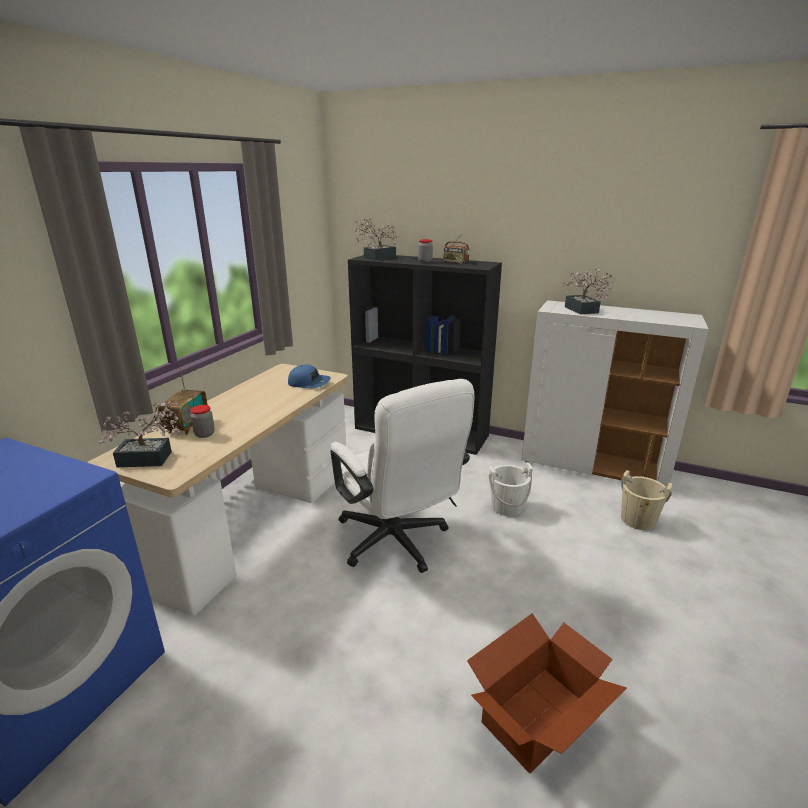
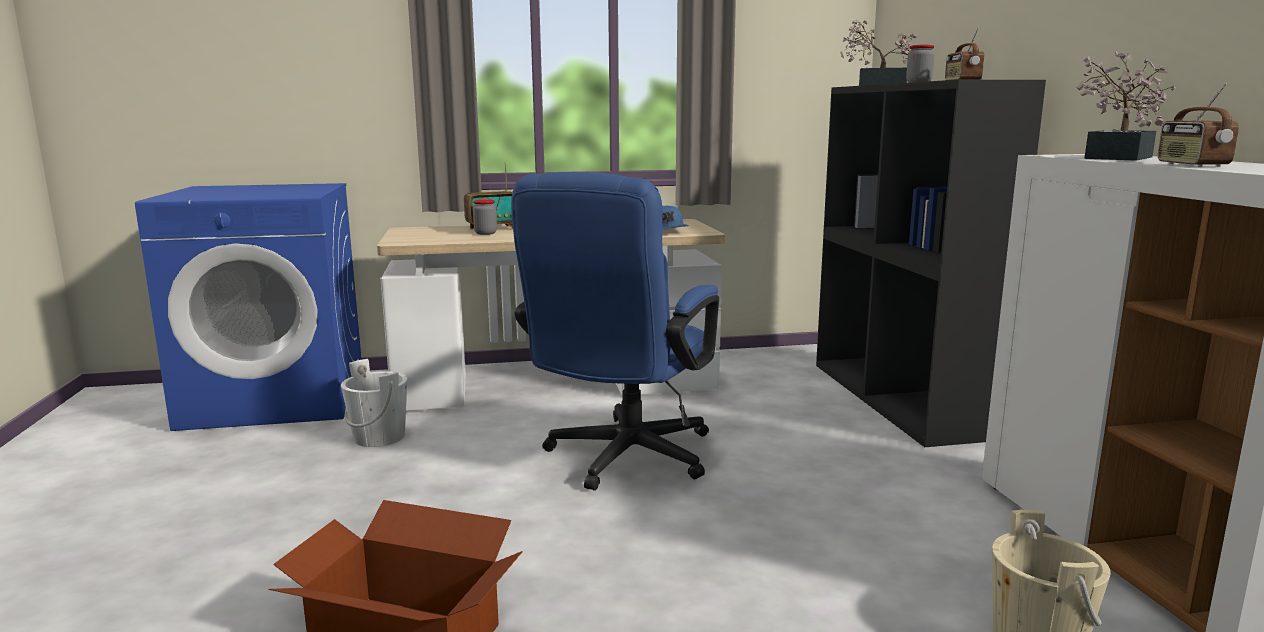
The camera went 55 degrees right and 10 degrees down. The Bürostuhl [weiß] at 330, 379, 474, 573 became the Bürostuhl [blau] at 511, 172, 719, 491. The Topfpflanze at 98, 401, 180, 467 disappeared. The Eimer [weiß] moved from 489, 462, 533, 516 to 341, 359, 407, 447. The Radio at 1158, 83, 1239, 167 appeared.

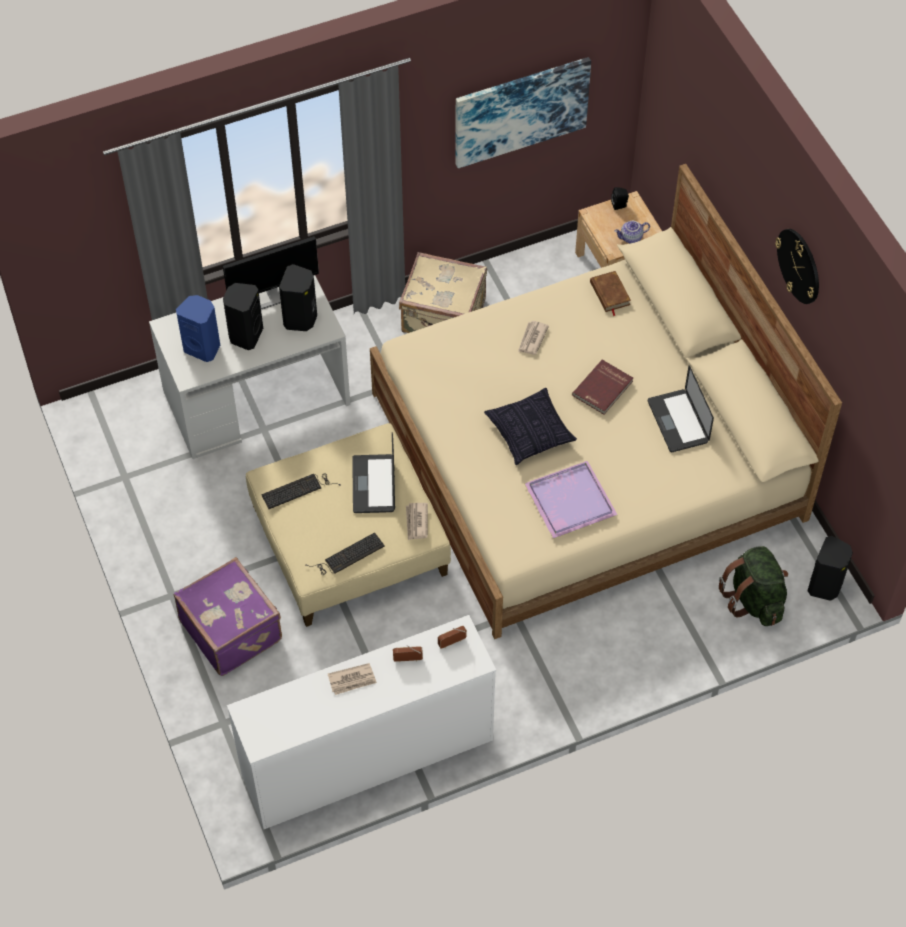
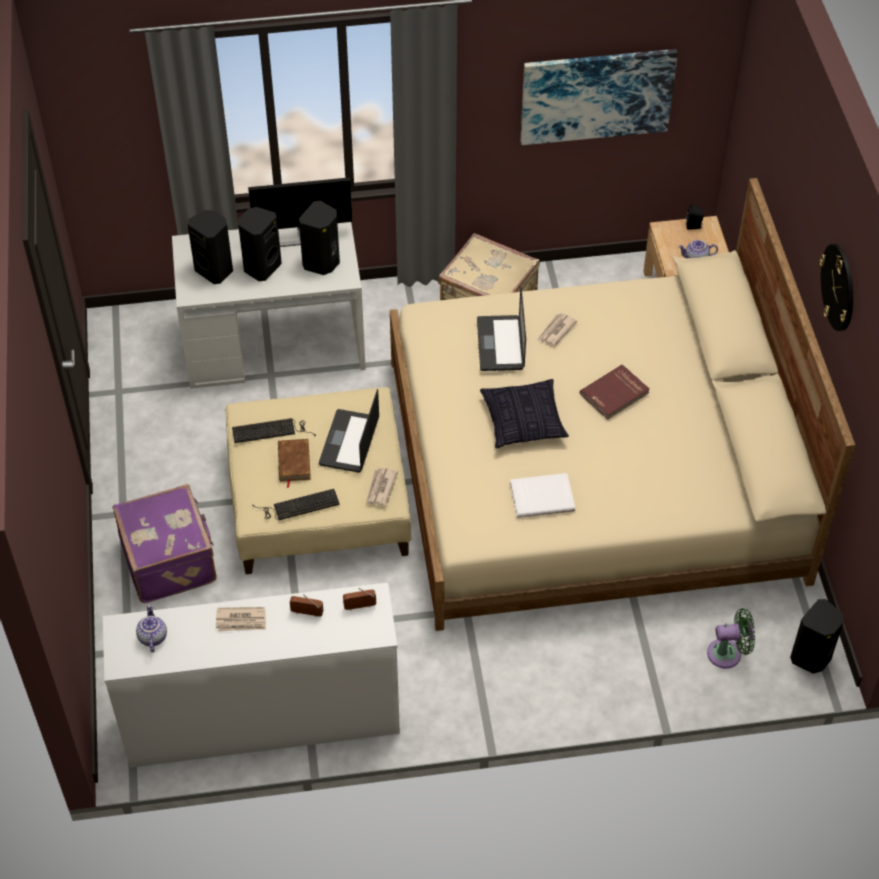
The camera went 15 degrees right and 5 degrees down. The Buch [braun] moved from 590, 271, 631, 316 to 278, 439, 311, 488. The Lautsprecher [blau] at 176, 295, 220, 362 became the Lautsprecher [schwarz] at 187, 210, 233, 284. The Laptop moved from 648, 366, 714, 452 to 477, 287, 526, 371. The Tablett [lila] at 524, 461, 617, 539 was replaced by the Buch [weiß] at 510, 473, 575, 518. The Rucksack [grün] at 719, 546, 788, 626 was replaced by the Ventilator [grün] at 707, 608, 755, 669. The Teekanne at 136, 604, 167, 653 appeared.

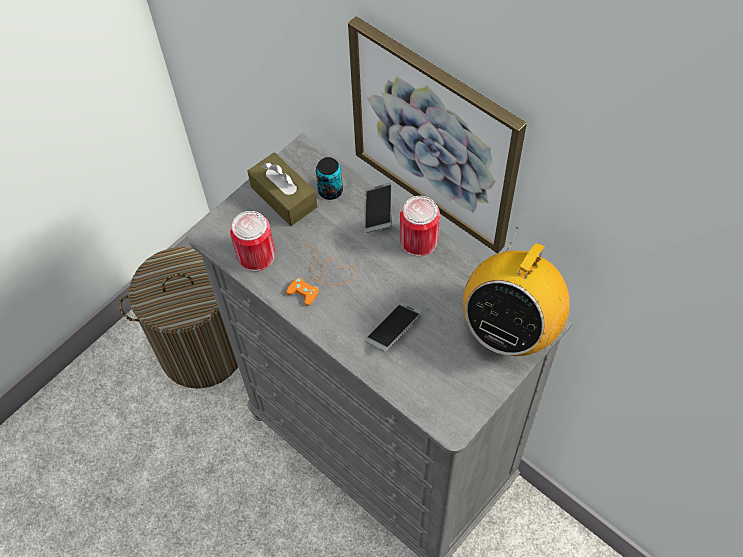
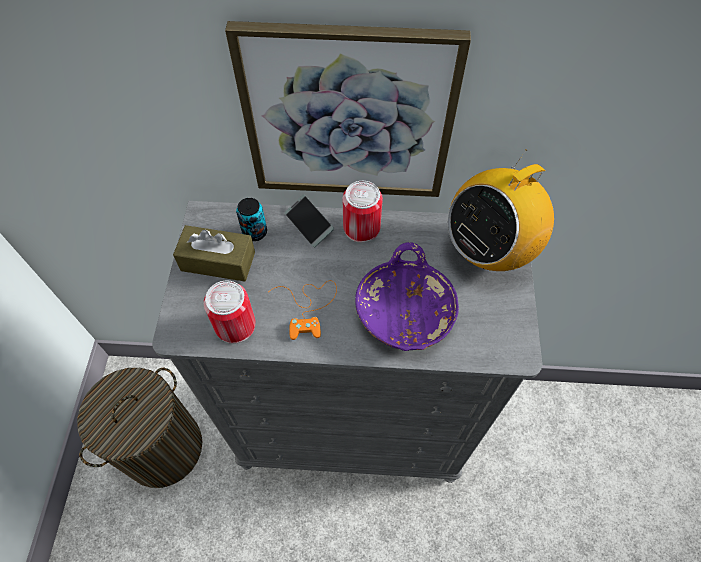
The camera went 40 degrees left and 0 degrees up. The Radio at 463, 227, 570, 356 turned 60 degrees clockwise. The Handy at 365, 303, 422, 352 was replaced by the Schüssel [lila] at 355, 242, 459, 351.

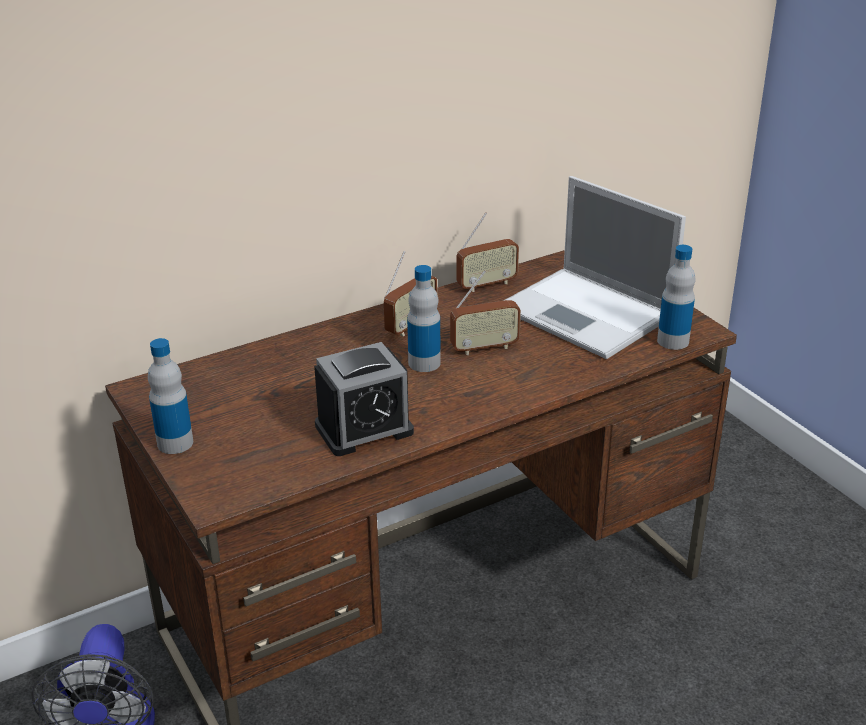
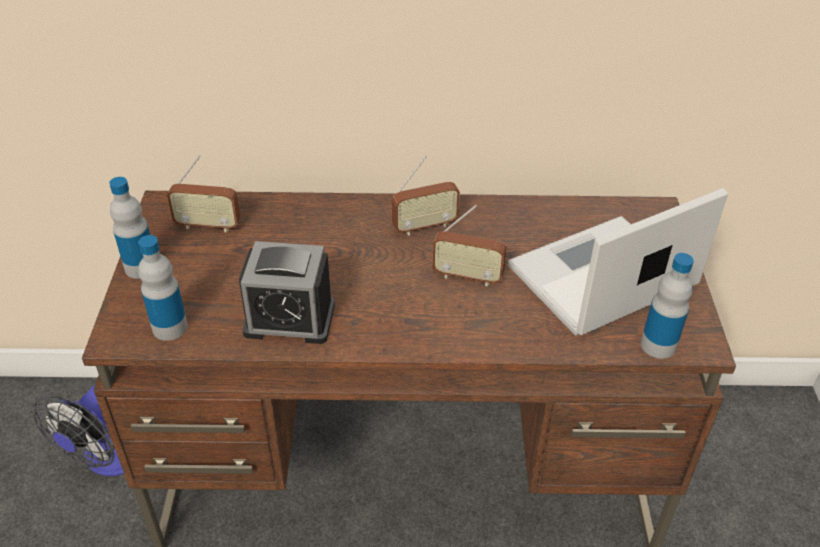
The camera went 30 degrees right and 10 degrees up. The Laptop at 503, 176, 686, 359 turned 75 degrees clockwise. The Radio moved from 457, 212, 519, 292 to 167, 155, 241, 232. The Flasche moved from 407, 265, 441, 372 to 138, 235, 188, 341.

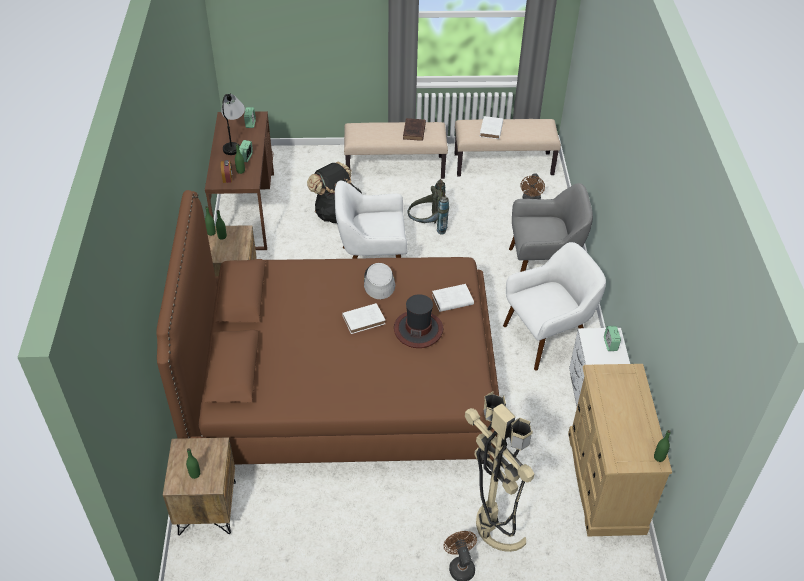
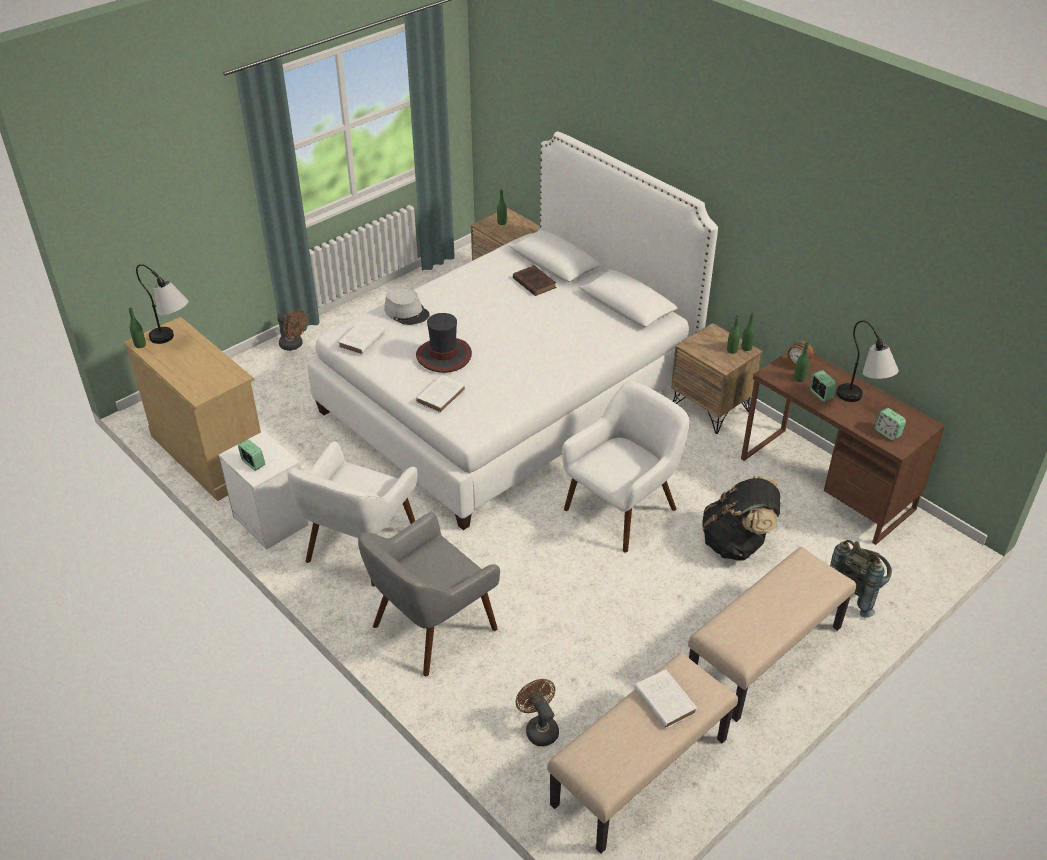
The camera went 140 degrees right and 5 degrees down. The Buch [braun] moved from 403, 118, 426, 141 to 513, 265, 556, 296. The Rucksack [grau] moved from 408, 179, 449, 234 to 830, 540, 892, 618. The Bett [braun] at 156, 190, 499, 465 became the Bett [weiß] at 307, 132, 718, 530. The Hut [grau] moved from 364, 263, 395, 299 to 384, 287, 430, 325. The Buch [weiß] moved from 342, 303, 385, 334 to 338, 321, 385, 355. The Stehlampe [beige] at 465, 391, 534, 552 disappeared. The Tischlampe at 136, 264, 189, 344 appeared.

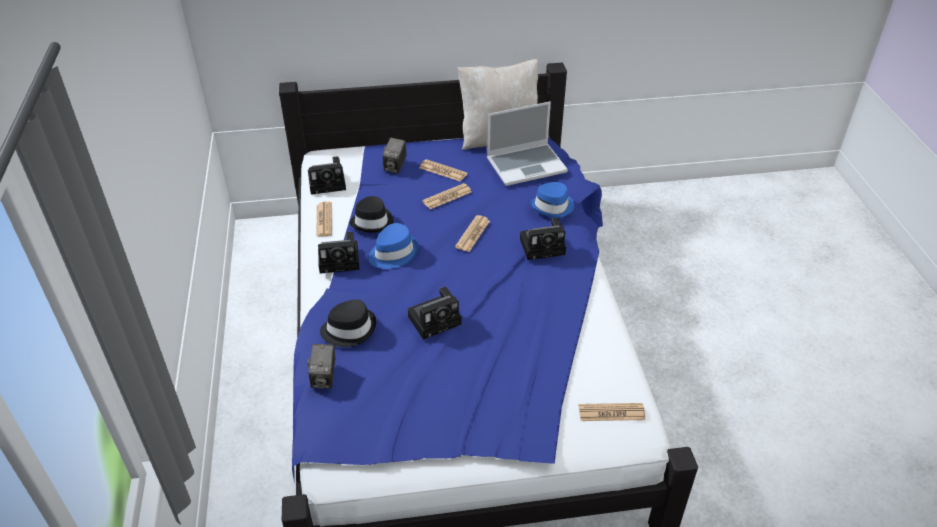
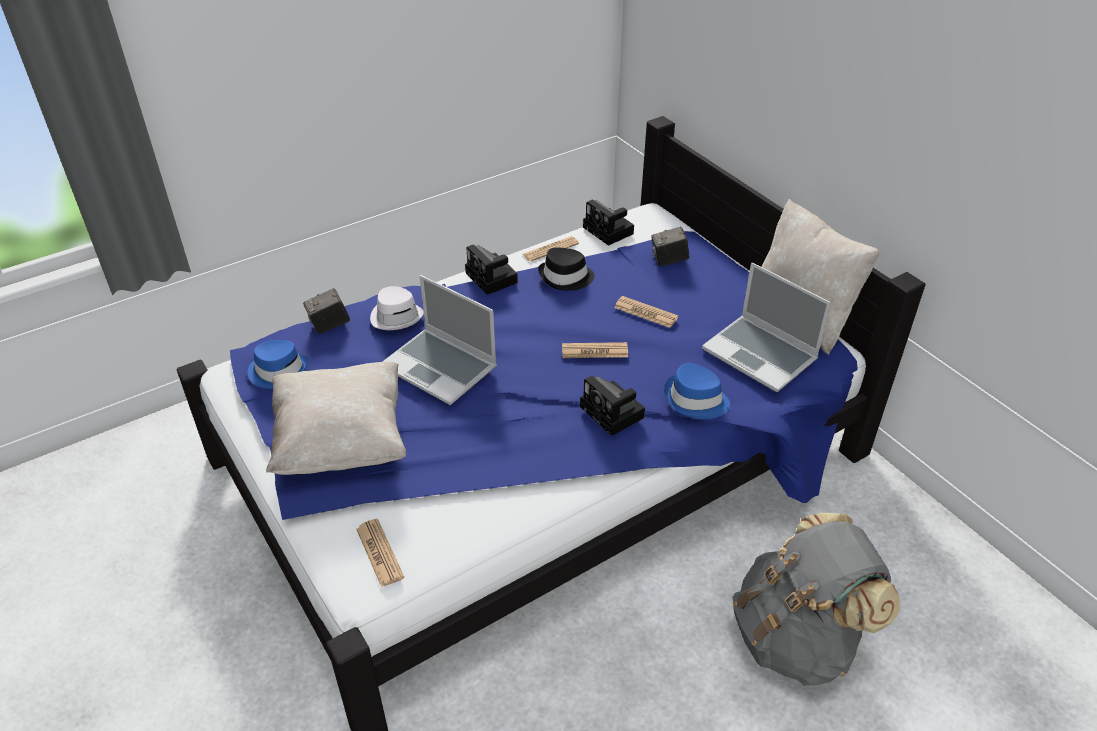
The camera went 65 degrees right and 0 degrees up. The Zeitung at 419, 159, 468, 182 disappeared. The Hut [blau] moved from 369, 223, 418, 269 to 248, 340, 308, 389. The Kamera at 407, 287, 461, 339 was replaced by the Laptop at 382, 275, 497, 405. The Hut [schwarz] at 320, 299, 376, 347 became the Hut [weiß] at 370, 286, 424, 330. The Kissen [beige] at 266, 362, 406, 475 appeared. The Rucksack [grau] at 732, 513, 900, 686 appeared.

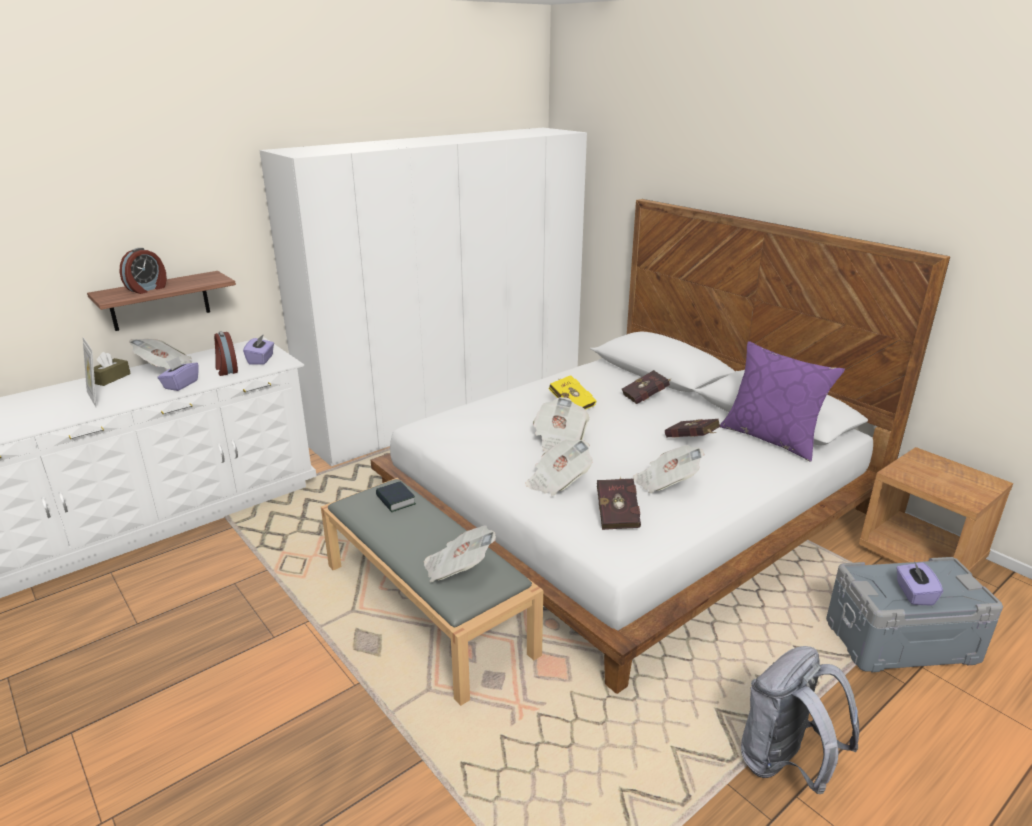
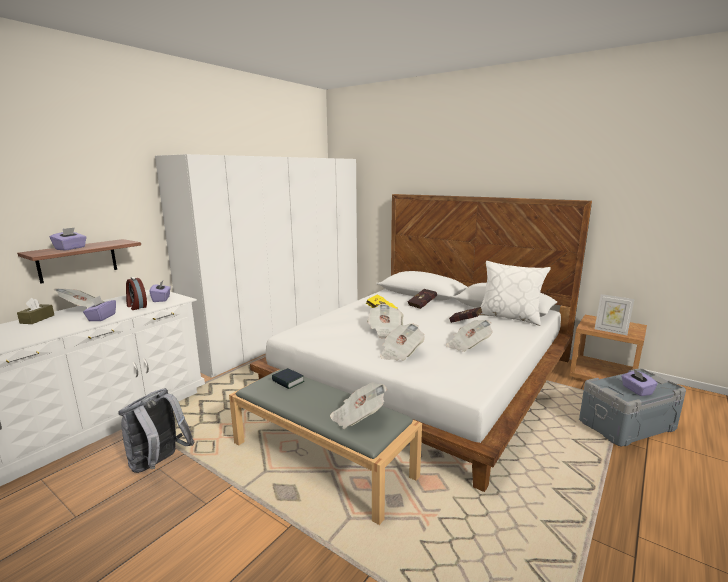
The camera went 15 degrees left and 10 degrees down. The Wecker at 119, 248, 167, 294 was replaced by the Taschentuchbox [lila] at 50, 227, 87, 250. The Bilderrahmen moved from 83, 337, 97, 408 to 595, 294, 634, 335. The Kissen [lila] at 720, 341, 845, 462 became the Kissen [weiß] at 481, 261, 551, 326. The Buch [rot] at 597, 477, 641, 530 disappeared. The Rucksack [grau] moved from 741, 646, 859, 794 to 118, 388, 194, 473.

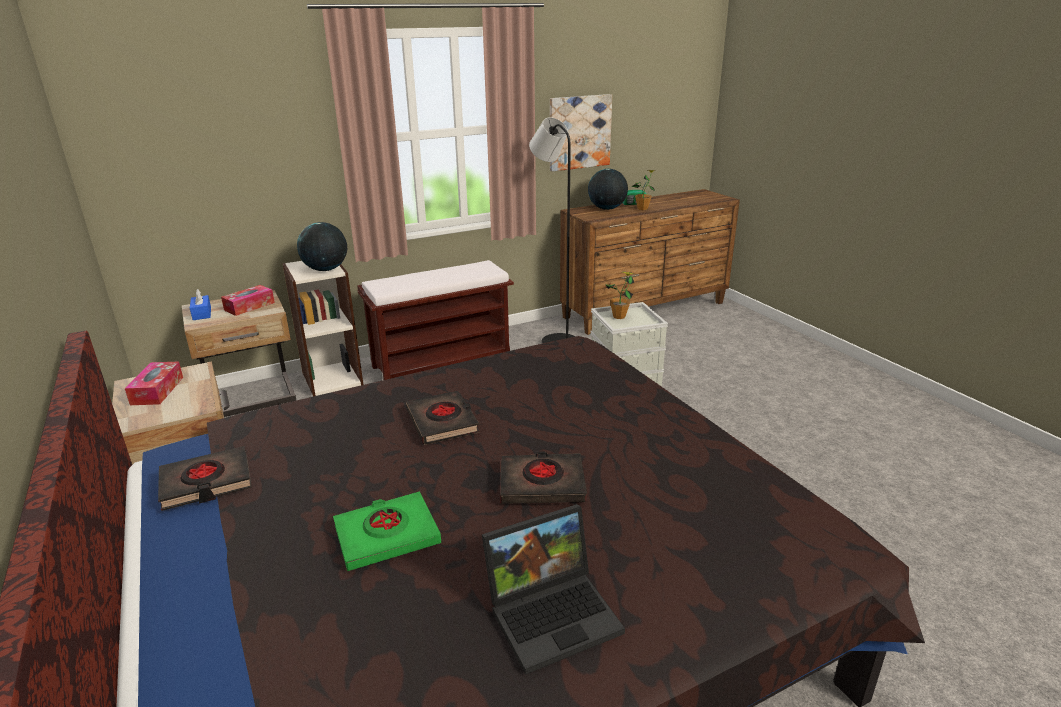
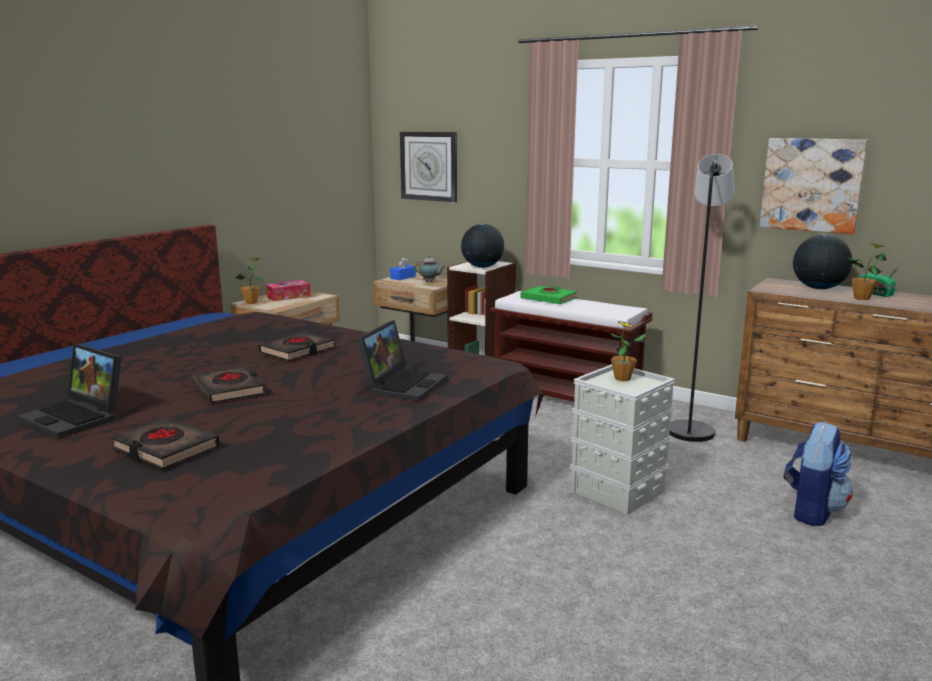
The camera went 60 degrees right and 10 degrees down. The Taschentuchbox at 221, 285, 275, 316 was replaced by the Teekanne at 414, 255, 446, 282. The Buch [schwarz] moved from 158, 446, 252, 511 to 110, 417, 220, 469. The Buch [grün] moved from 333, 491, 441, 571 to 521, 286, 577, 304. The Wanduhr at 400, 131, 457, 202 appeared. The Topfpflanze at 236, 258, 263, 304 appeared. The Laptop at 357, 320, 447, 401 appeared. The Rucksack at 783, 422, 853, 526 appeared.

